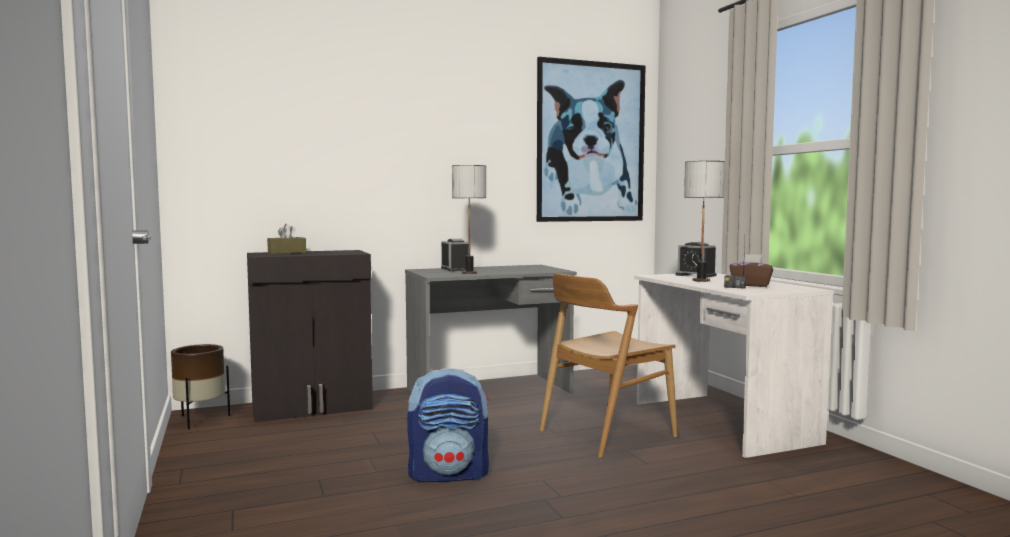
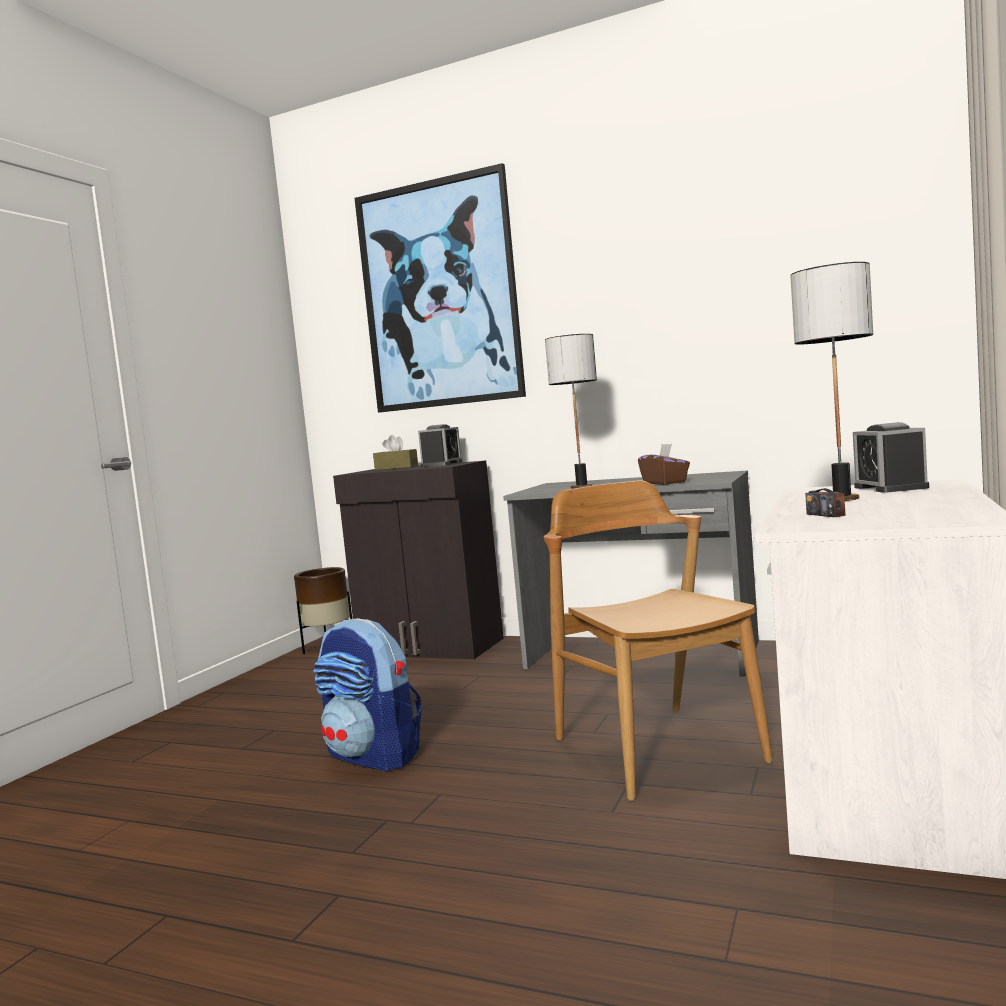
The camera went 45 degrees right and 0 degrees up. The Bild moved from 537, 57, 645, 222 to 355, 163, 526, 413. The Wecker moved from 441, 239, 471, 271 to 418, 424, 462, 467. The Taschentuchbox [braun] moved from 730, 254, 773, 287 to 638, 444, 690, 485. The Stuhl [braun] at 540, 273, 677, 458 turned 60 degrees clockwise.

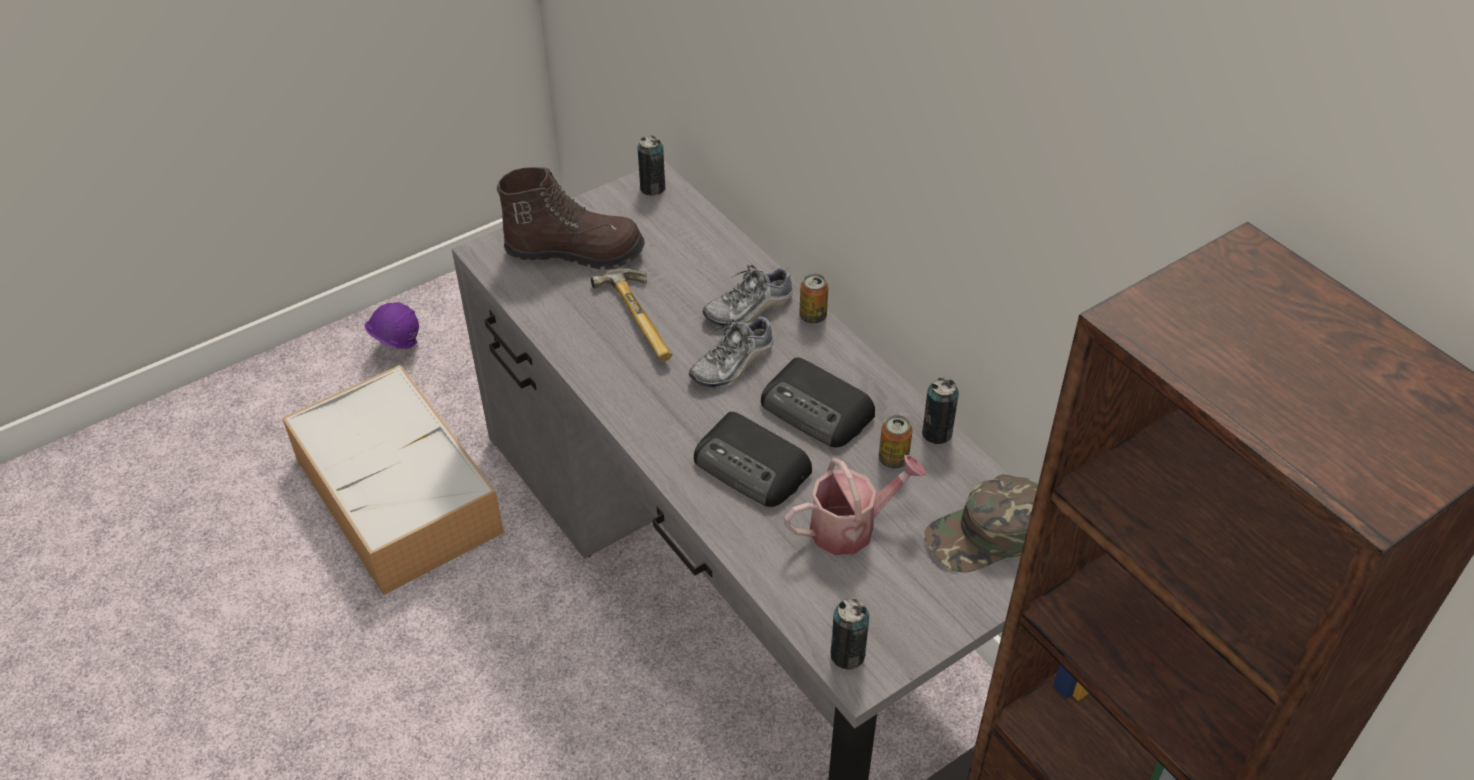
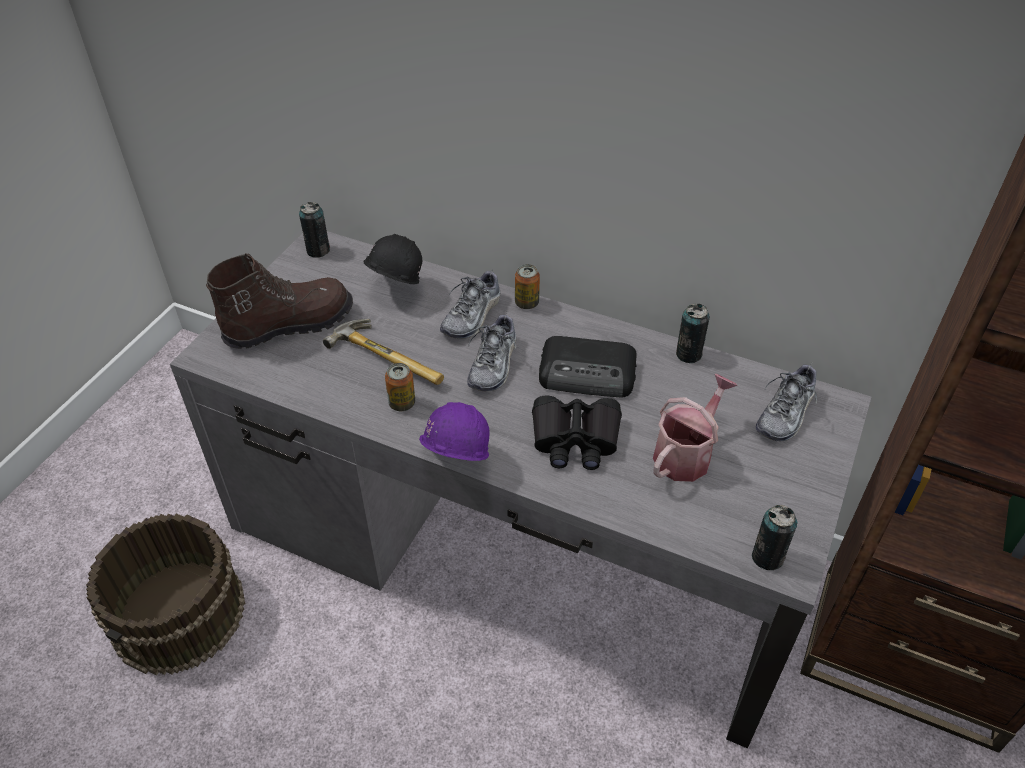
The camera went 30 degrees left and 0 degrees up. The Schutzhelm [lila] moved from 364, 302, 419, 349 to 419, 402, 490, 461. The Aufbewahrungsbox at 282, 365, 504, 595 was replaced by the Eimer [braun] at 86, 513, 245, 675. The Radio at 694, 412, 812, 507 was replaced by the Fernglas [schwarz] at 532, 395, 622, 470. The Dose moved from 879, 415, 913, 469 to 385, 363, 415, 411. The Kappe [grün] at 924, 474, 1038, 573 was replaced by the Schuh at 756, 364, 817, 441. The Schutzhelm [schwarz] at 363, 234, 422, 284 appeared.

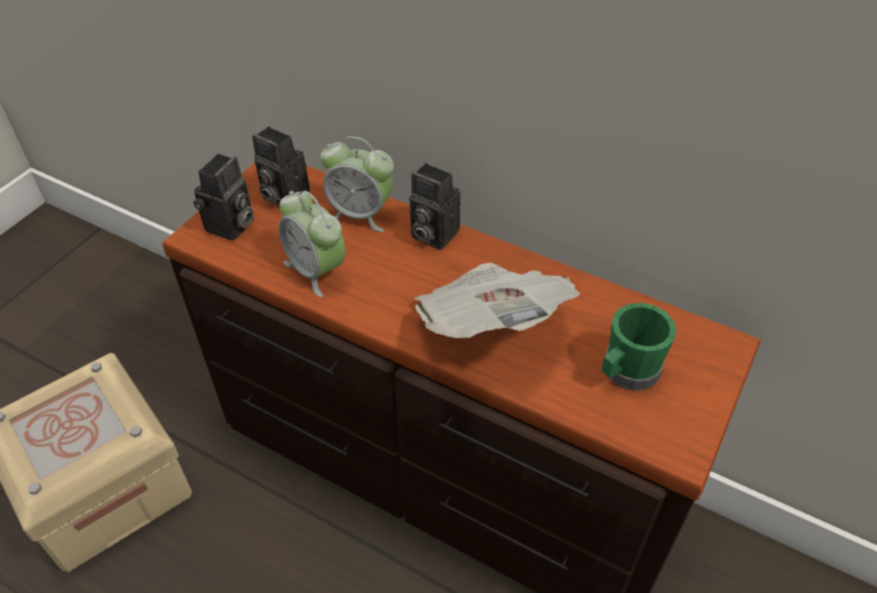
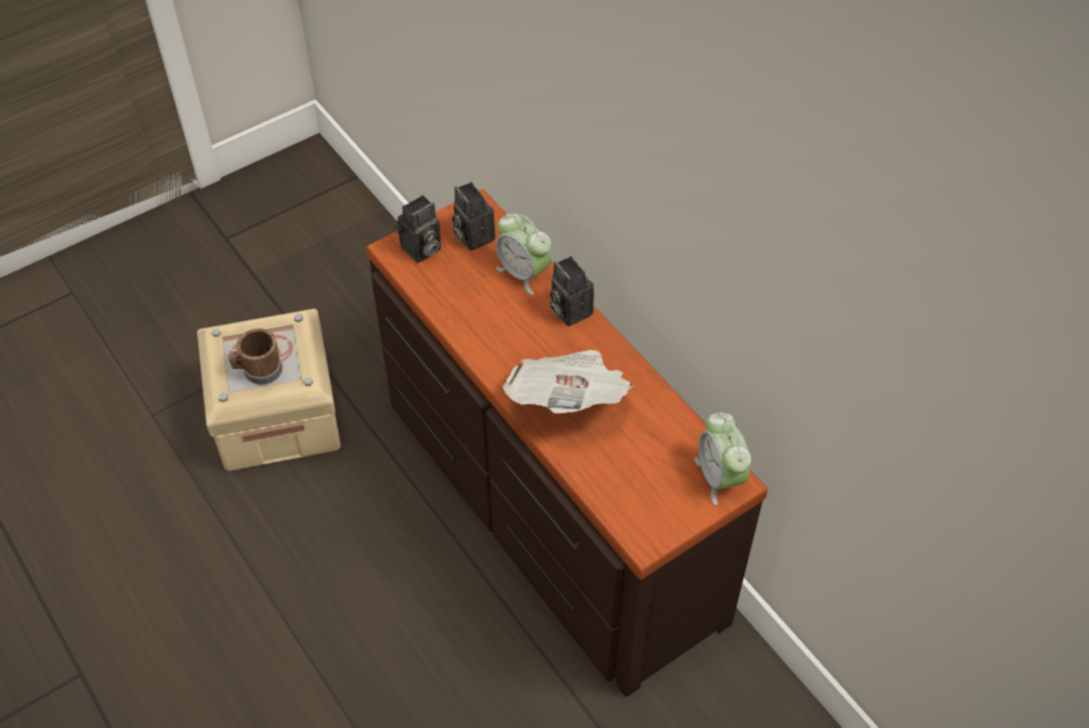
The camera went 25 degrees right and 5 degrees up. The Wecker moved from 279, 191, 345, 297 to 695, 412, 751, 505. The Henkelbecher [grün] at 602, 303, 676, 391 disappeared. The Henkelbecher [braun] at 228, 328, 282, 385 appeared.

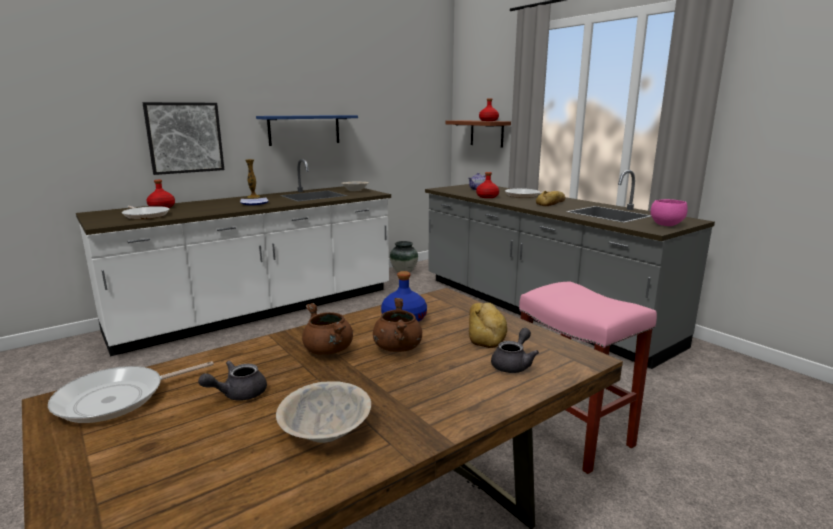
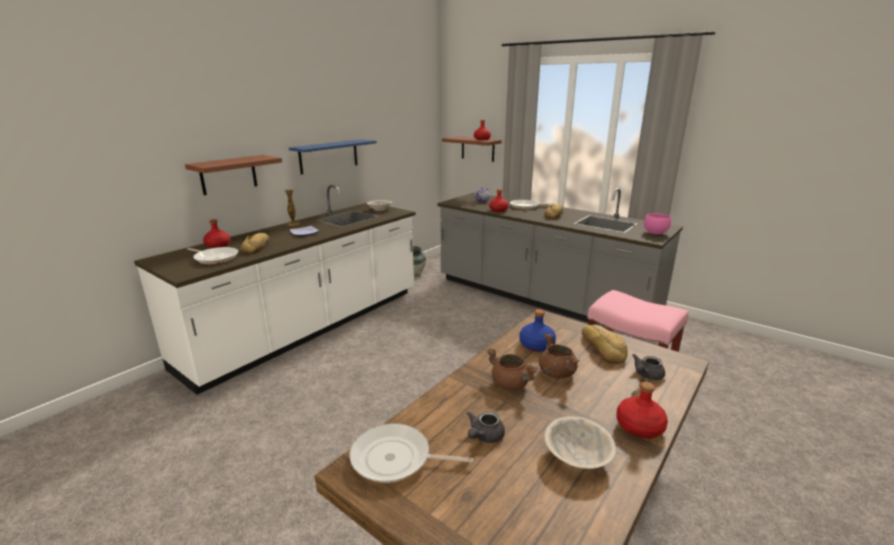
The camera went 15 degrees left and 5 degrees up. The Bild at 142, 102, 224, 175 was replaced by the Wandregal [braun] at 185, 155, 282, 195. The Teekanne [grau] at 491, 328, 539, 373 turned 150 degrees counterclockwise. The Pfanne at 48, 361, 214, 423 turned 60 degrees clockwise. The Brot at 241, 233, 269, 253 appeared. The Flasche [rot] at 616, 382, 668, 439 appeared.

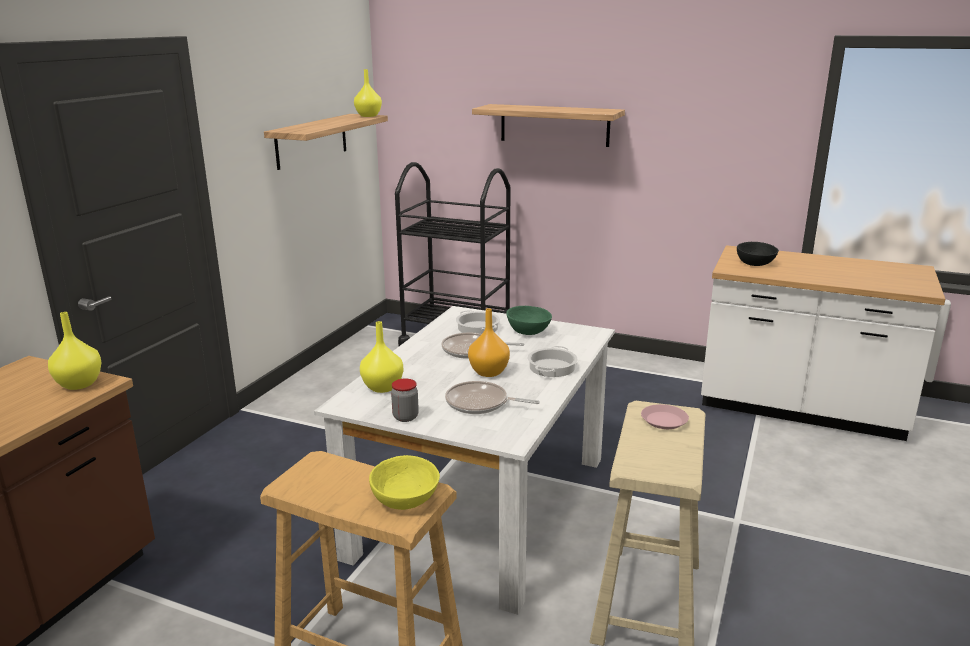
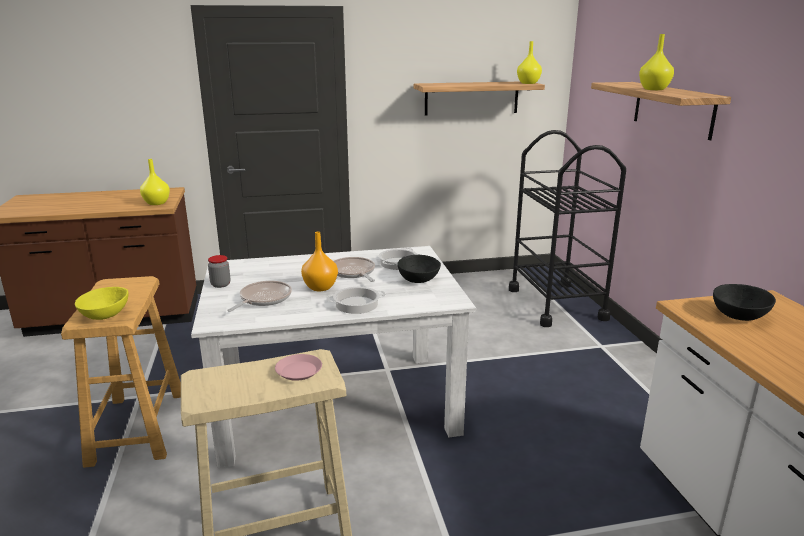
The camera went 55 degrees right and 0 degrees up. The Schüssel [grün] at 506, 306, 552, 335 became the Schüssel [schwarz] at 398, 255, 441, 283. The Vase [gelb] moved from 360, 321, 403, 393 to 639, 34, 674, 90. The Pfanne at 445, 381, 540, 414 turned 45 degrees clockwise.

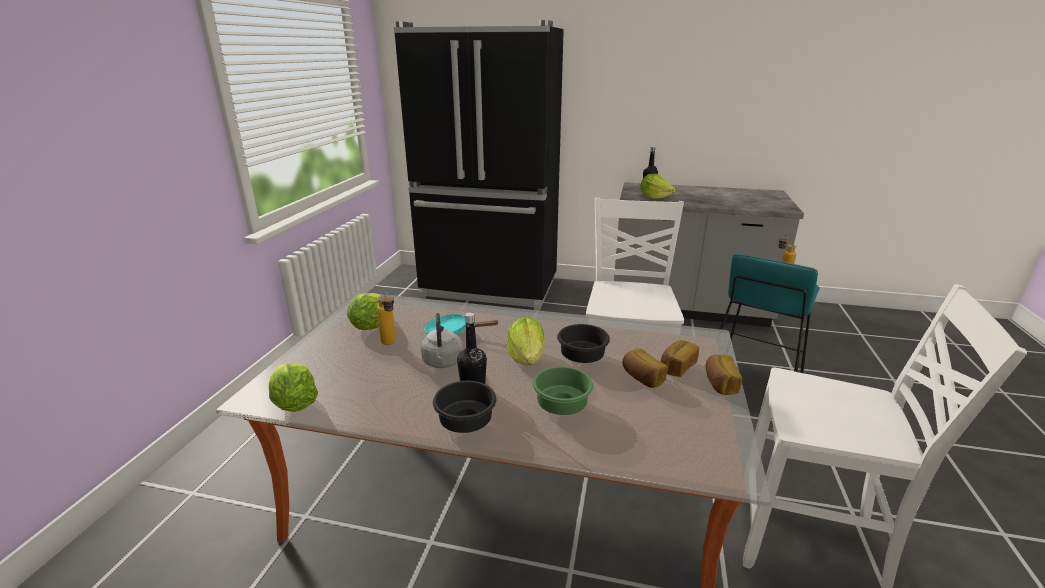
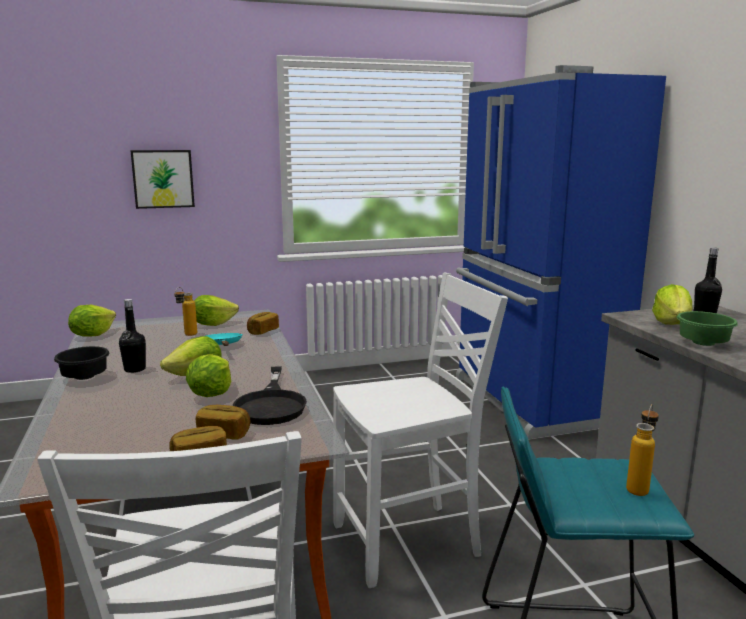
The camera went 60 degrees right and 10 degrees down. The Kühlschrank [schwarz] at 394, 20, 564, 310 became the Kühlschrank [blau] at 456, 65, 666, 439. The Wasserkessel [grau] at 421, 313, 463, 368 disappeared. The Schüssel [schwarz] at 557, 324, 610, 363 was replaced by the Salatkopf at 186, 354, 231, 397. The Brot moved from 622, 349, 668, 388 to 247, 312, 279, 335. The Schüssel [grün] moved from 533, 366, 593, 415 to 677, 311, 738, 346. The Bild at 130, 150, 195, 209 appeared. The Pfanne [schwarz] at 233, 366, 307, 425 appeared.

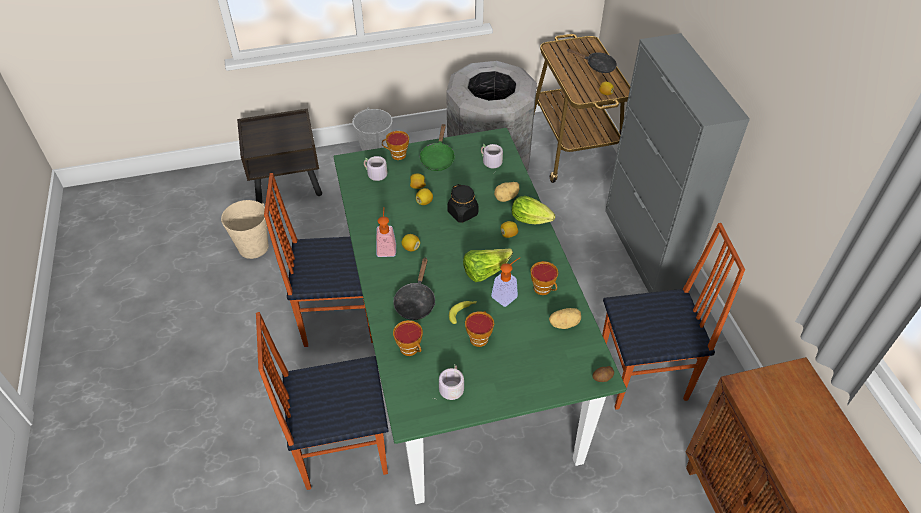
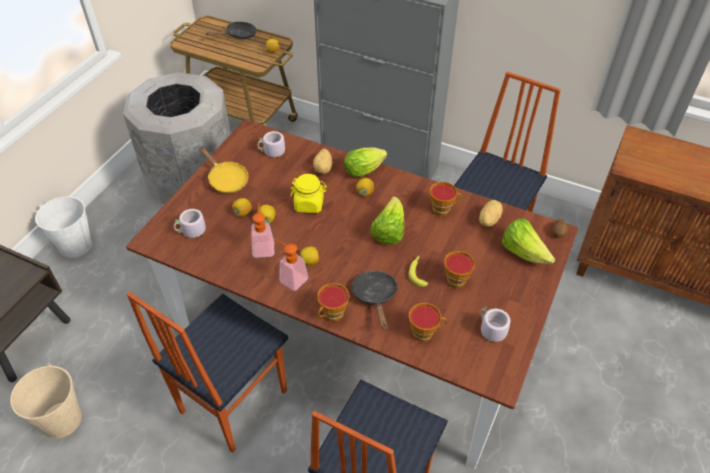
The camera went 50 degrees left and 0 degrees up. The Pfanne [grün] at 419, 124, 455, 171 became the Pfanne [gelb] at 199, 146, 248, 193. The Esstisch [grün] at 333, 128, 627, 504 became the Esstisch [braun] at 126, 119, 579, 470. The Tasse moved from 382, 131, 409, 160 to 317, 283, 349, 322. The Vorratsglas [schwarz] at 447, 184, 479, 223 became the Vorratsglas [gelb] at 290, 174, 327, 213. The Pfanne [schwarz] at 393, 257, 435, 320 turned 150 degrees counterclockwise. The Seifenspender moved from 491, 257, 520, 307 to 251, 203, 274, 258. The Salatkopf at 502, 218, 555, 264 appeared.

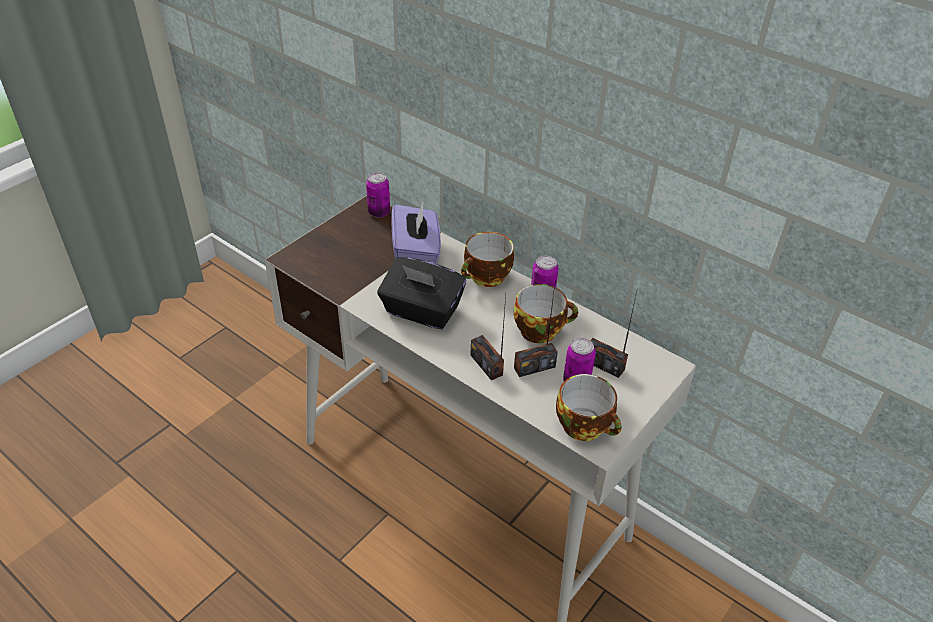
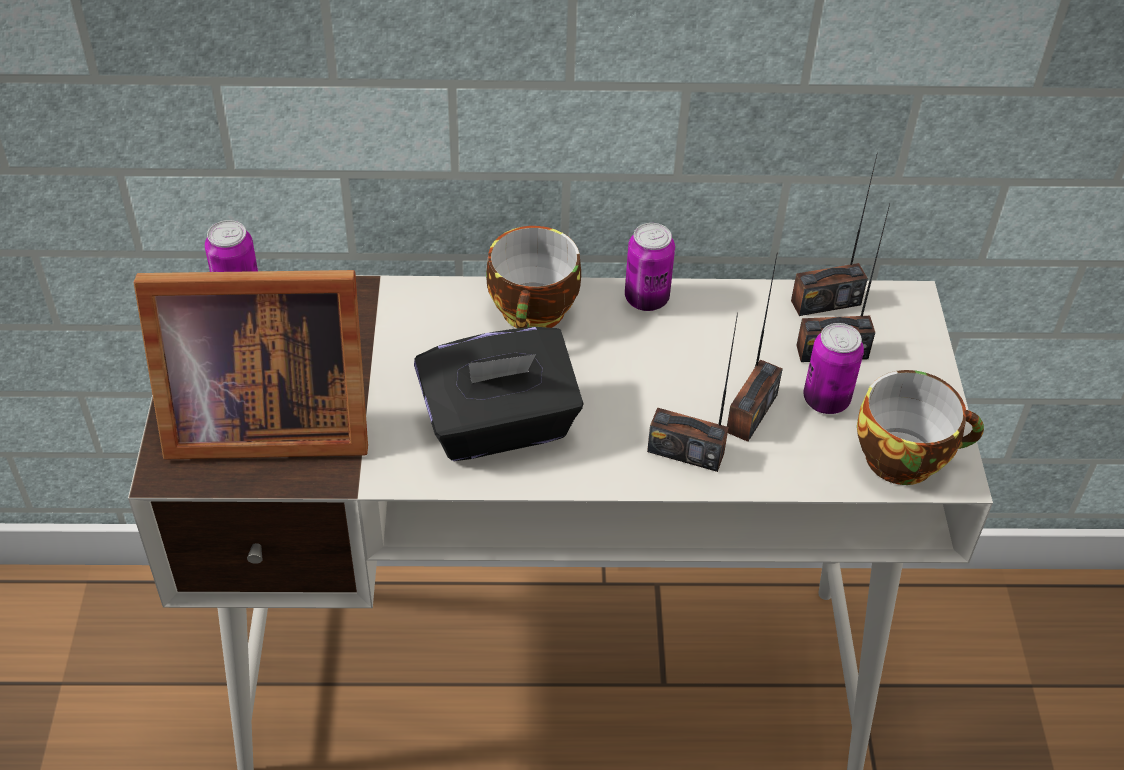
The camera went 40 degrees left and 5 degrees up. The Taschentuchbox [lila] at 391, 201, 441, 264 disappeared. The Tasse at 514, 284, 578, 344 disappeared. The Radio at 791, 152, 878, 316 appeared. The Bilderrahmen at 134, 270, 368, 459 appeared.

